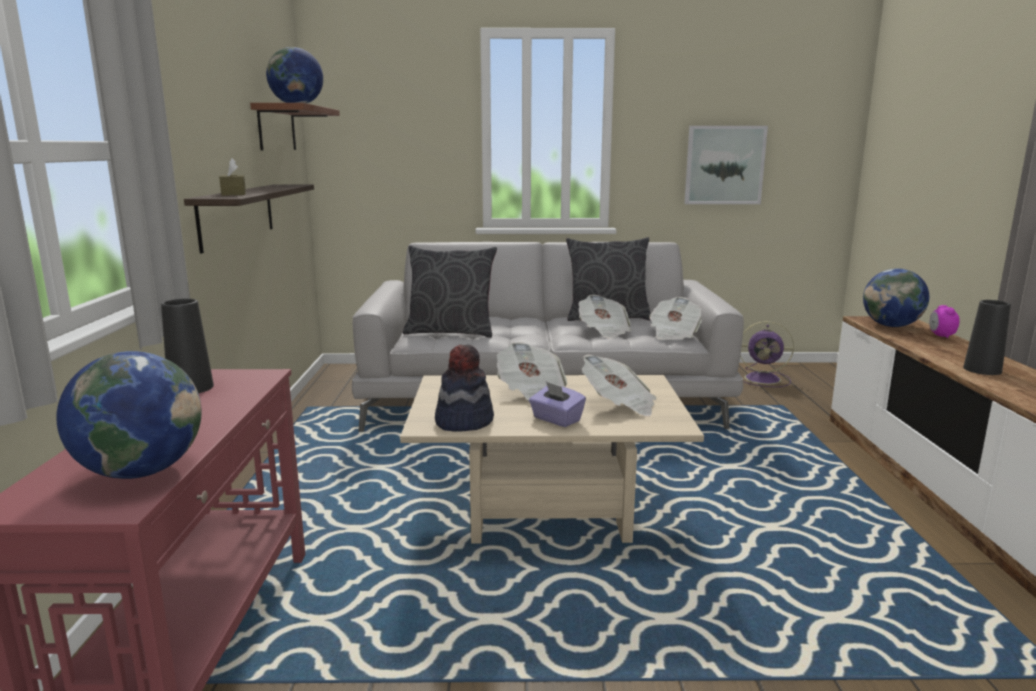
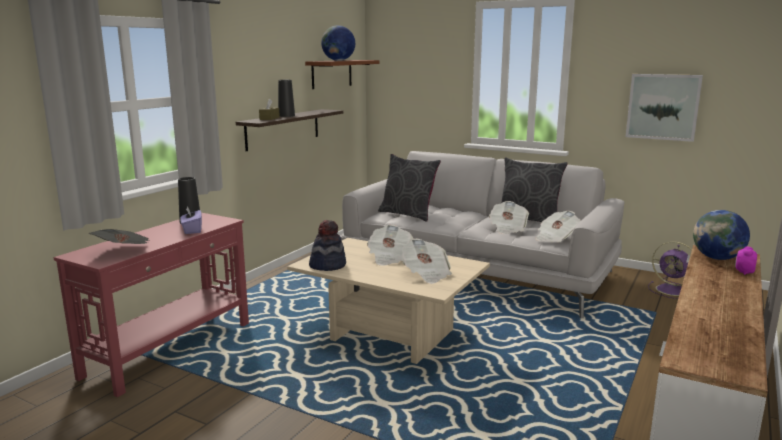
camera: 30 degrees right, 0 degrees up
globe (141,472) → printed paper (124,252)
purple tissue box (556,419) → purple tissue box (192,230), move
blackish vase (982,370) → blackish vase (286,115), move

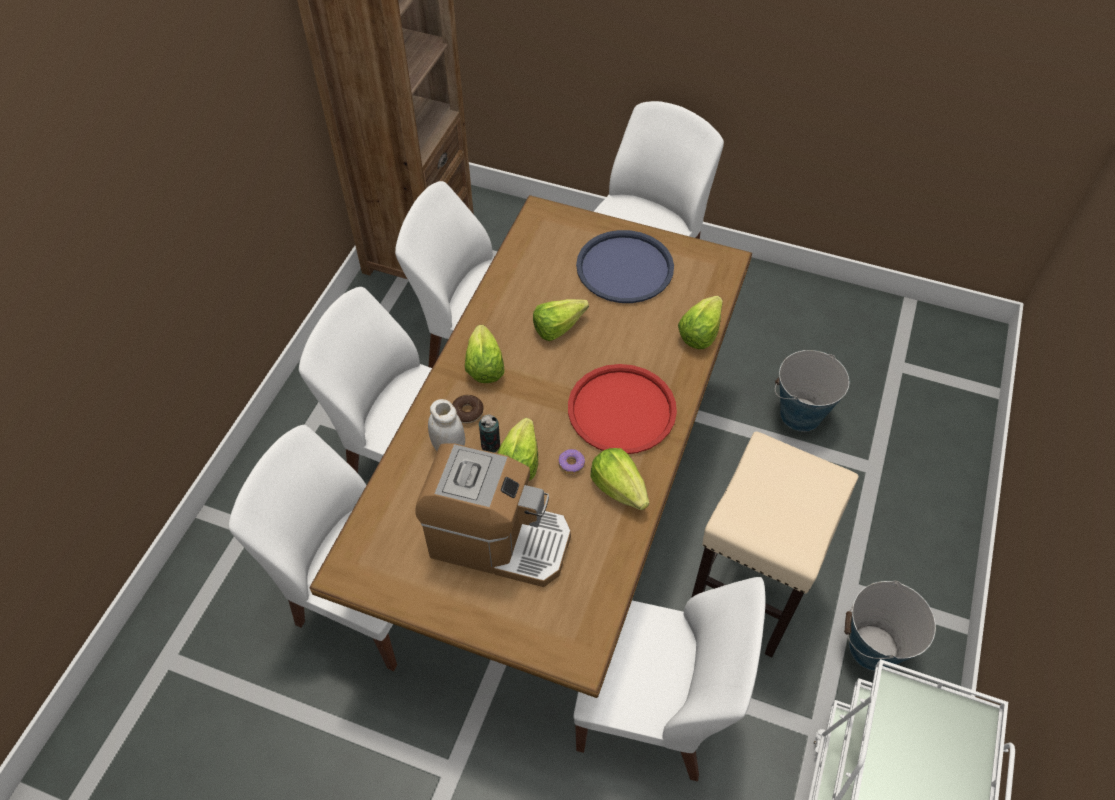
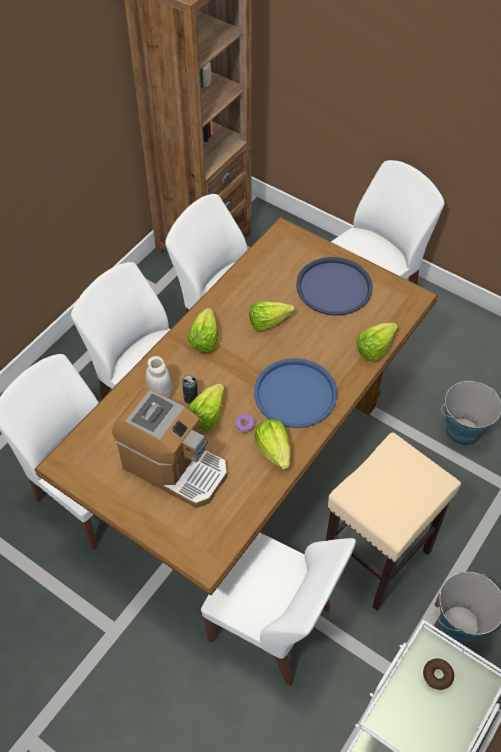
camera: 15 degrees right, 0 degrees up
red-coloured tray (621,410) → blue-coloured tray (295,394)
donut (467,412) → donut (437,676), move

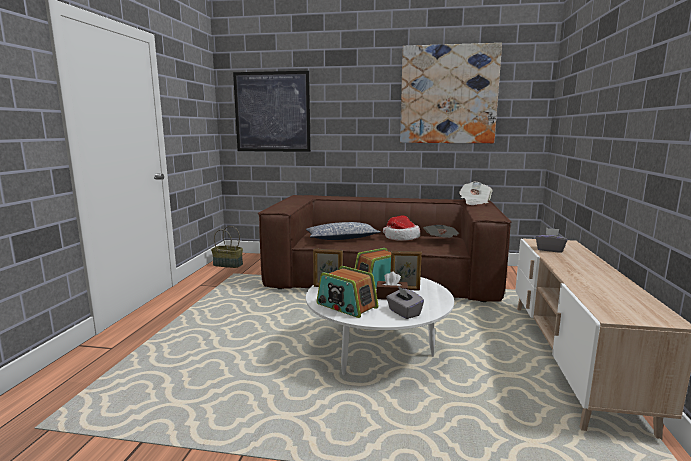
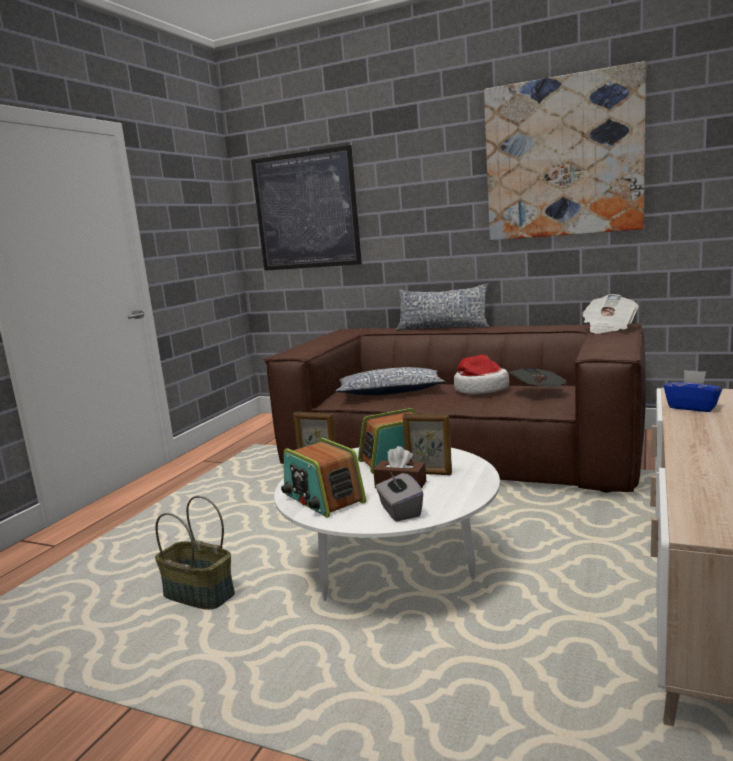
camera: 15 degrees right, 0 degrees up
storage basket (227,265) → storage basket (197,595), move
- → pillow (442,328)
greyish tissue box (550,250) → blue-coloured tissue box (692,407)

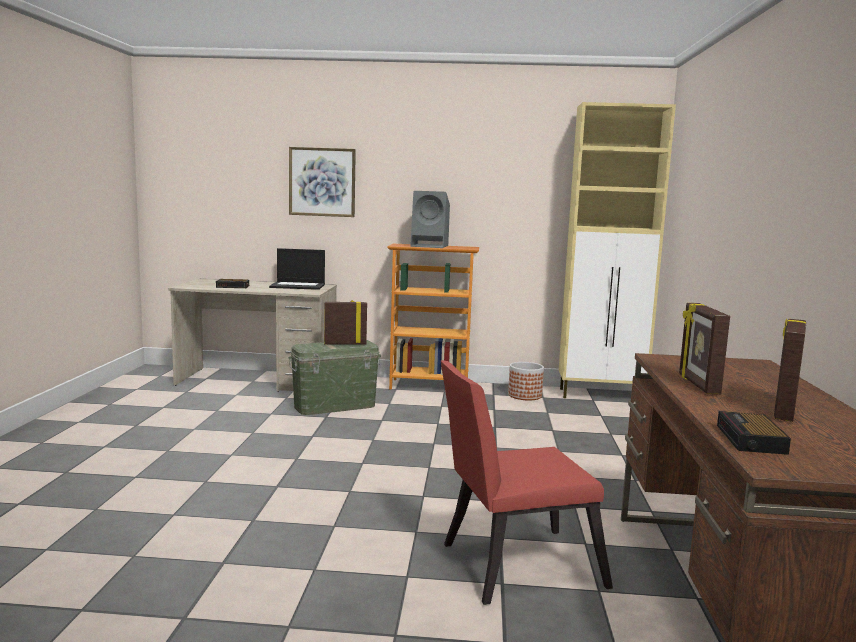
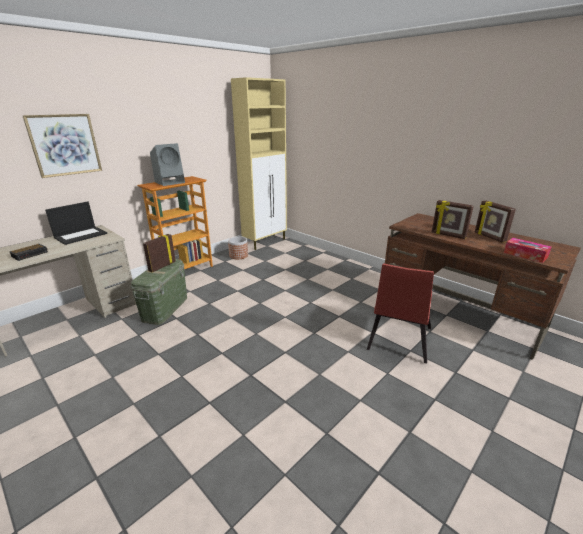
camera: 50 degrees left, 15 degrees up
bedside clock (751,440) → tissue box (525,255)

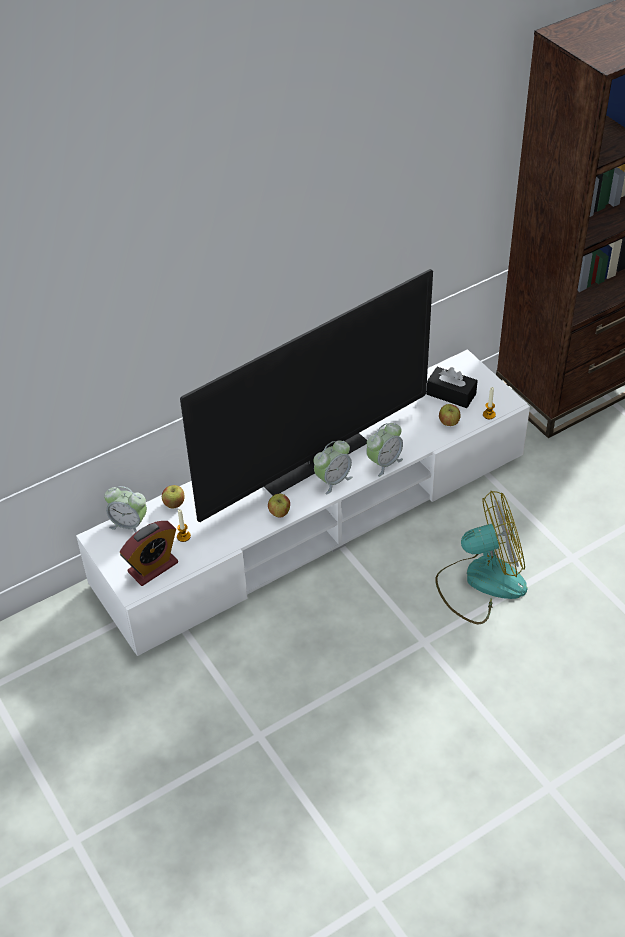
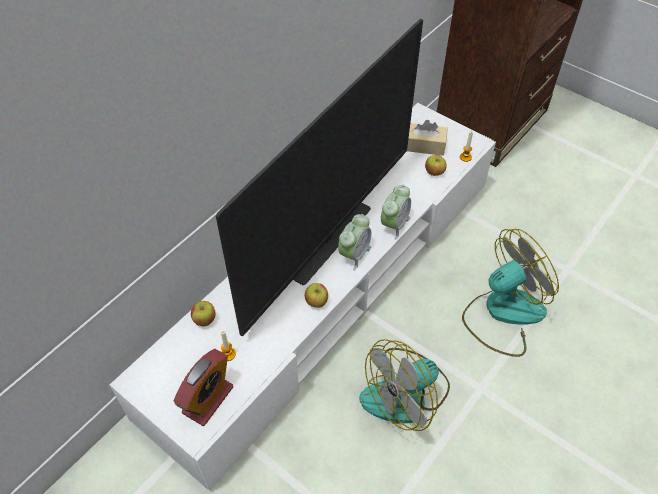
camera: 20 degrees left, 5 degrees up
- → fan (406,394)
blackish tissue box (451,394) → beige-coloured tissue box (423,145)
bedside clock (129,524) → -

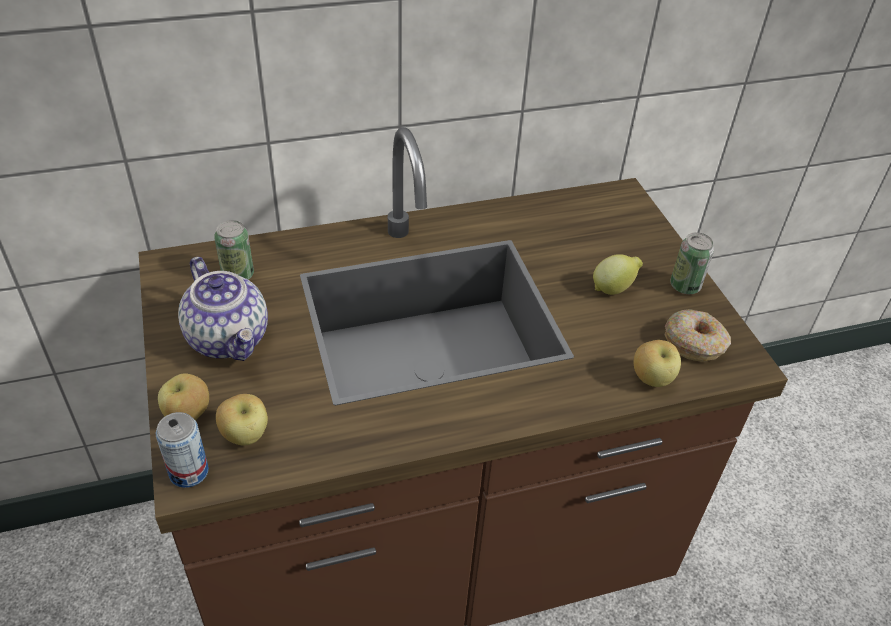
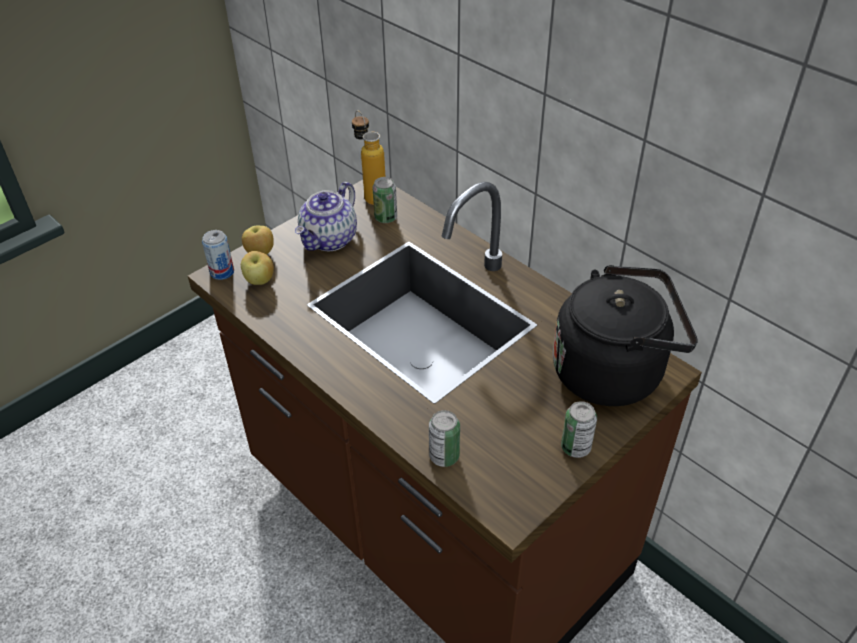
camera: 65 degrees right, 0 degrees up
- → beverage bottle (370,195)
apple (652,379) → metal can (444,456)
- → blackish water kettle (613,371)
lemon (613,289) → -
donut (694,343) → -

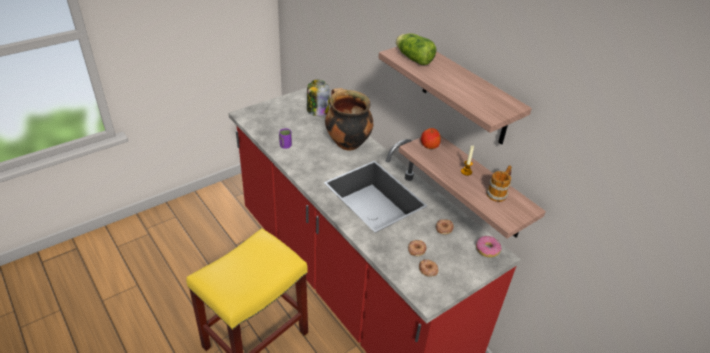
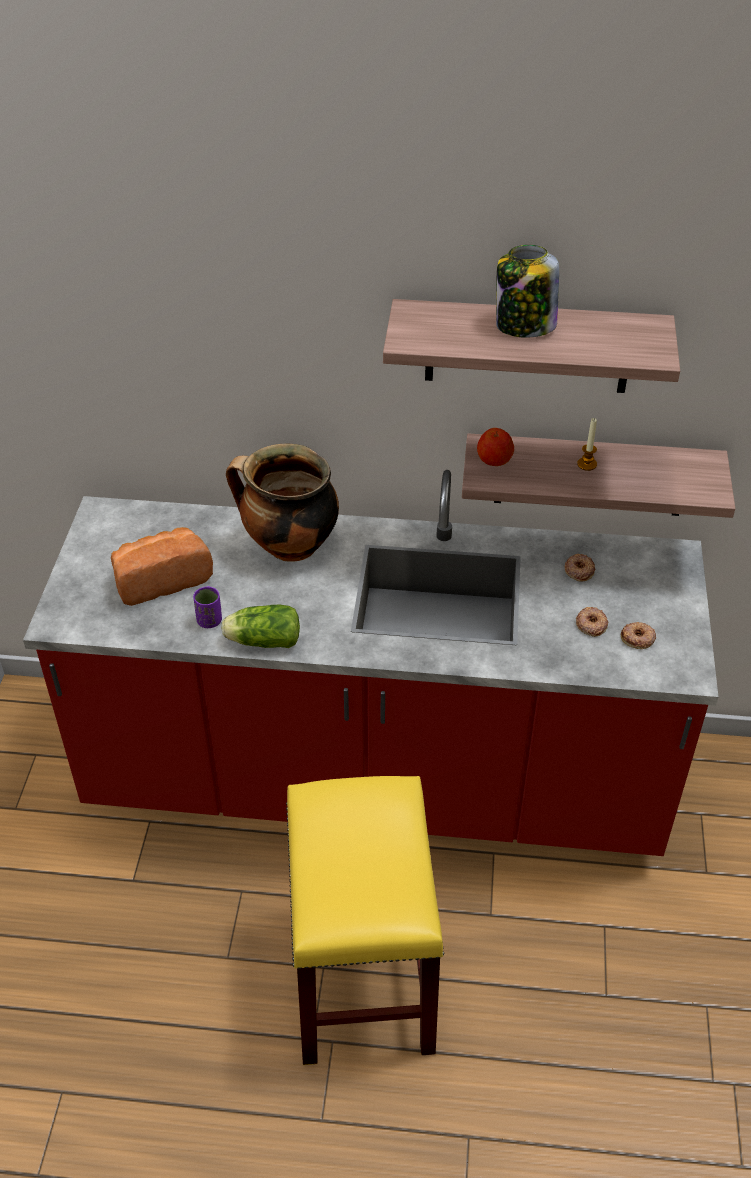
camera: 45 degrees left, 5 degrees up
- → bakery bread (161,579)
lettuce (413,58) → lettuce (261,641), move
storage jar (317,111) → storage jar (524,326), move
donut (487,249) → -
tea mug (498,193) → -

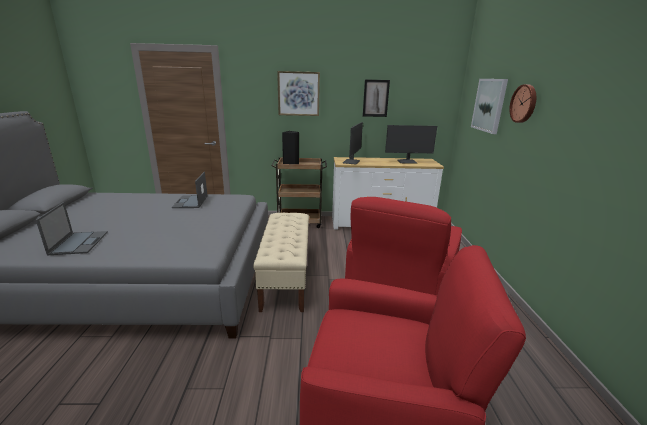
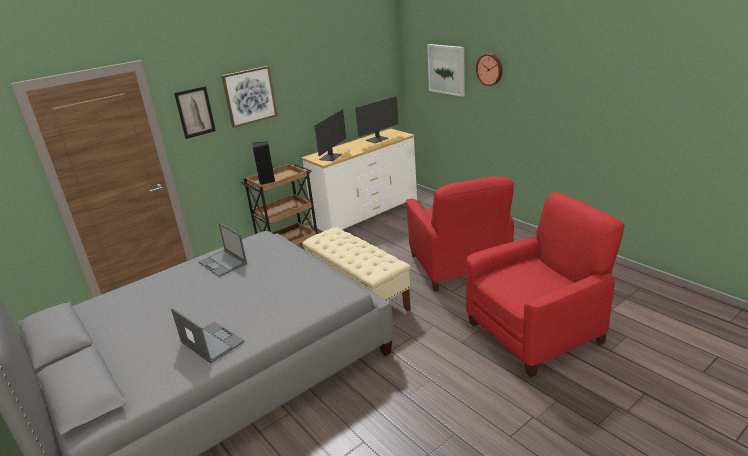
camera: 35 degrees left, 5 degrees up
wall picture (375,98) → wall picture (195,112), move
computer screen (351,162) → computer screen (331,157), 45 degrees clockwise

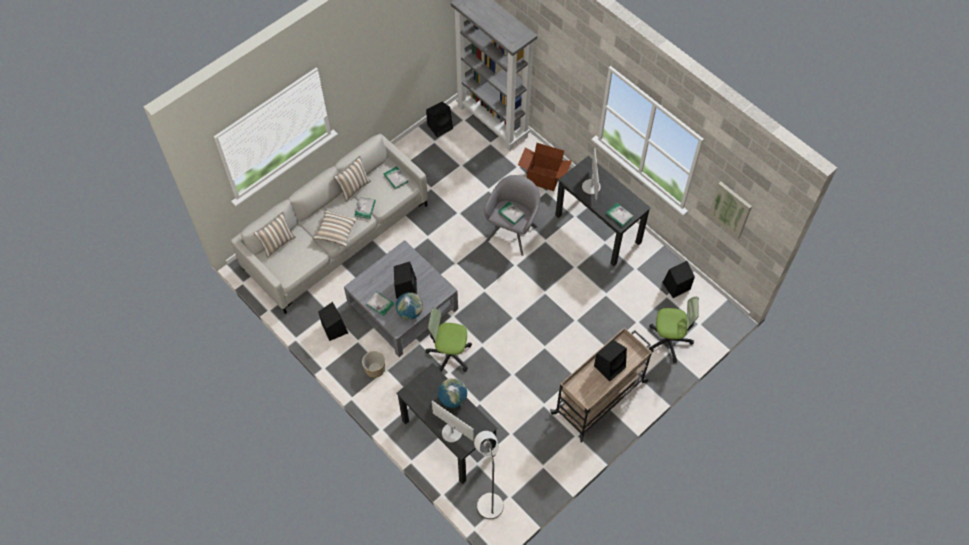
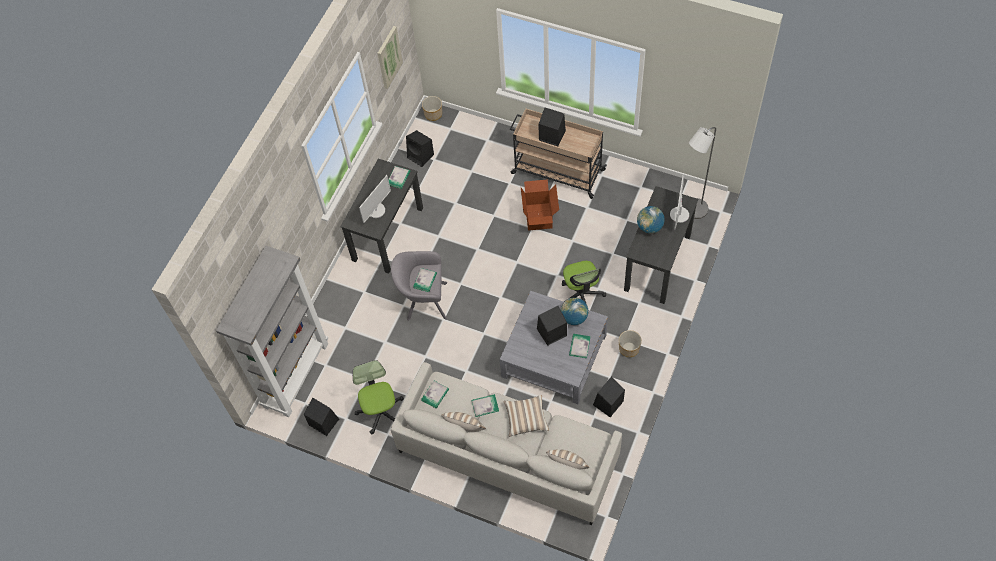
camera: 110 degrees left, 0 degrees up
office chair (669,340) → office chair (381,411), move
computer screen (591,186) → computer screen (376,210), 150 degrees clockwise
- → planter (433,114)
packing box (543,178) → packing box (539,217), move

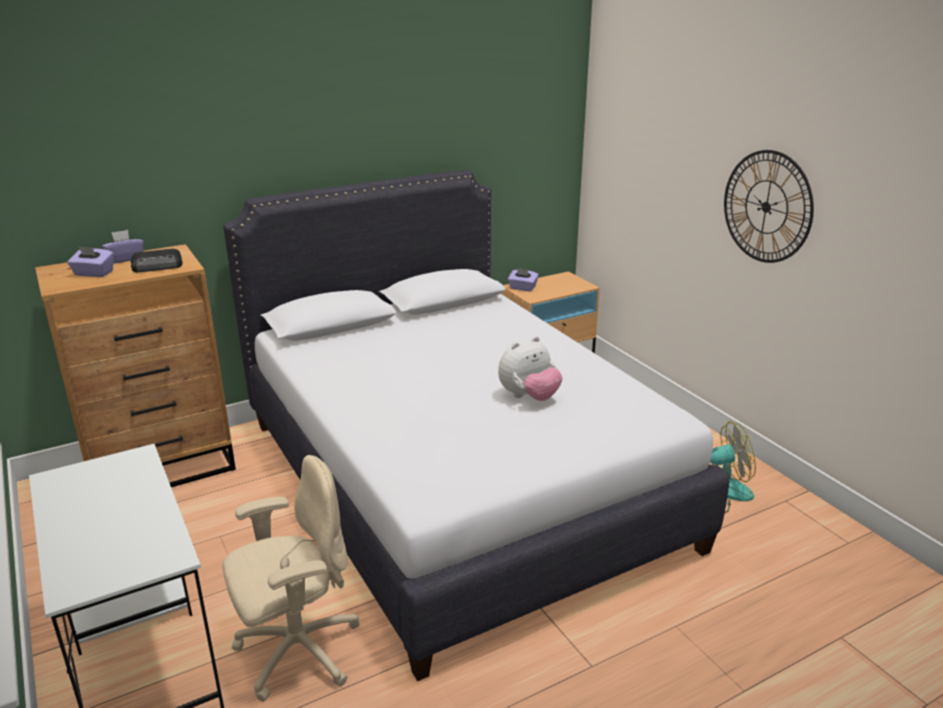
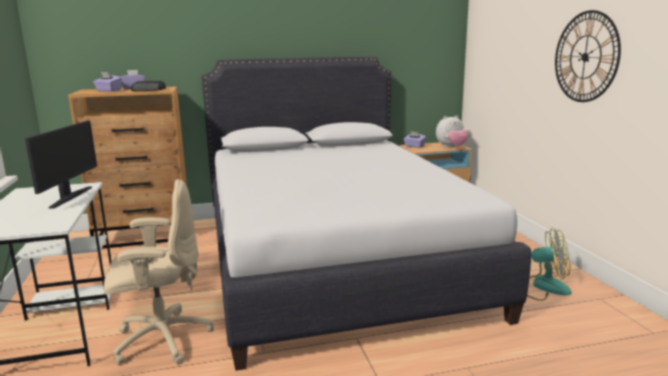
camera: 15 degrees right, 10 degrees down
- → computer screen (69,197)
soft toy (529,397) → soft toy (451,147), move

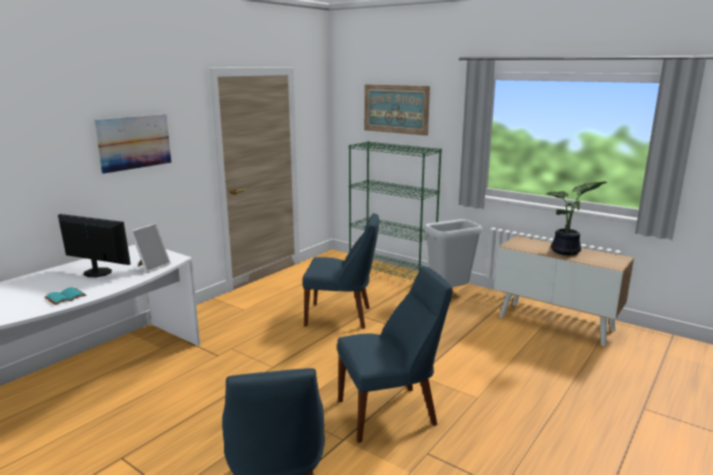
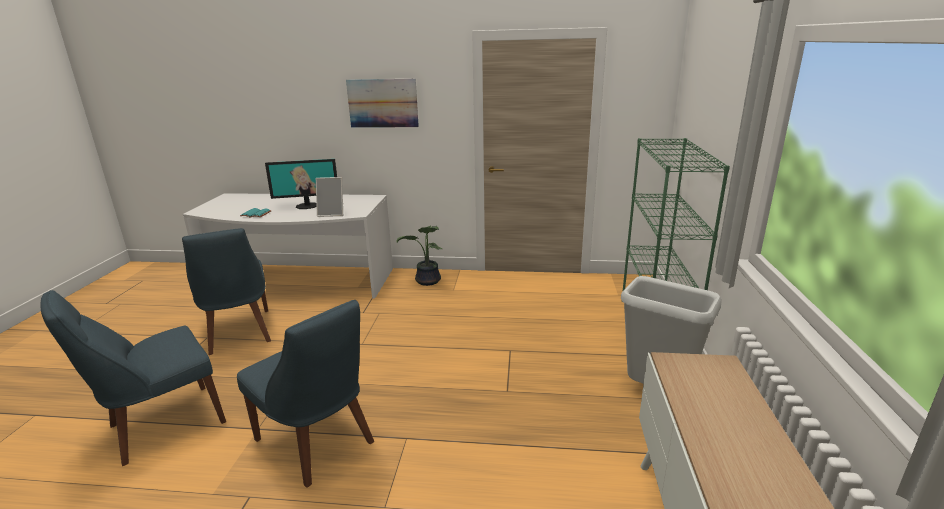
camera: 60 degrees right, 5 degrees up
blue-coloured upright chair (341,316) → blue-coloured upright chair (239,333), move
computer screen (97,273) → computer screen (307,206), 90 degrees clockwise
plant in a pot (567,252) → plant in a pot (427,281), move
wall picture (396,109) → -

